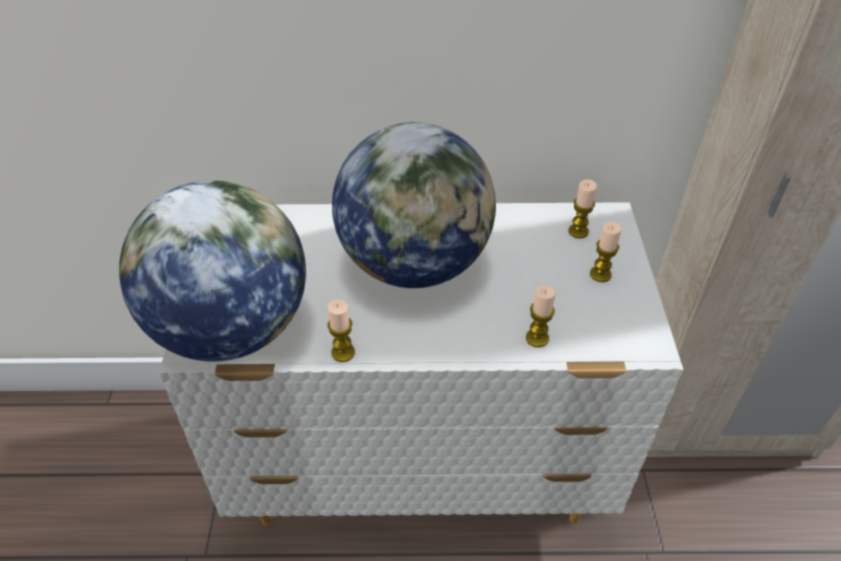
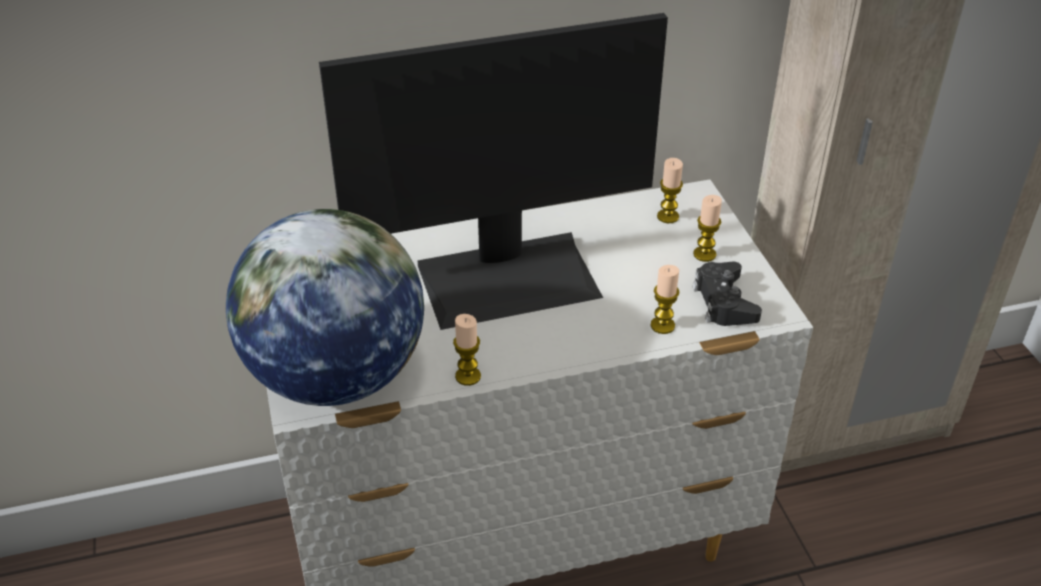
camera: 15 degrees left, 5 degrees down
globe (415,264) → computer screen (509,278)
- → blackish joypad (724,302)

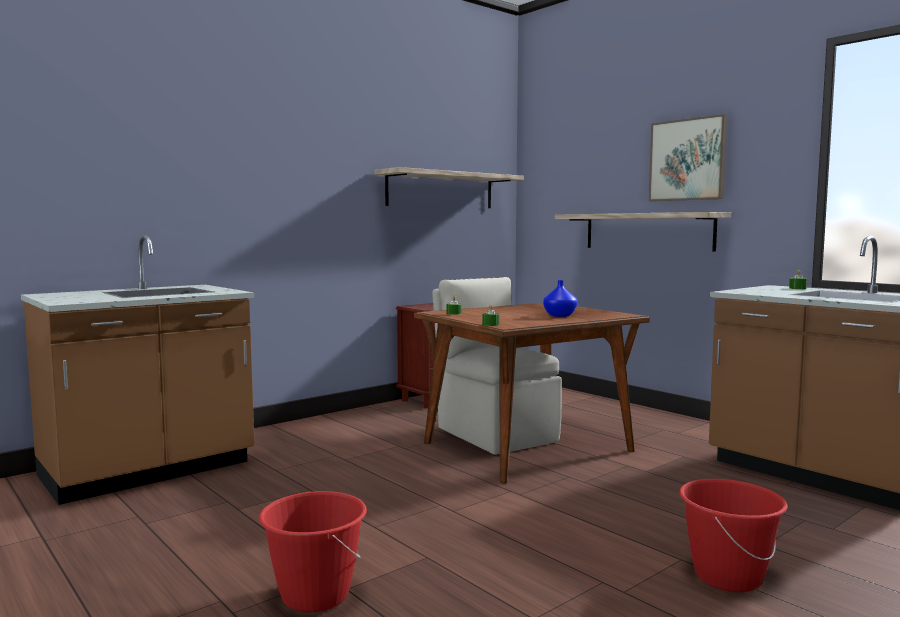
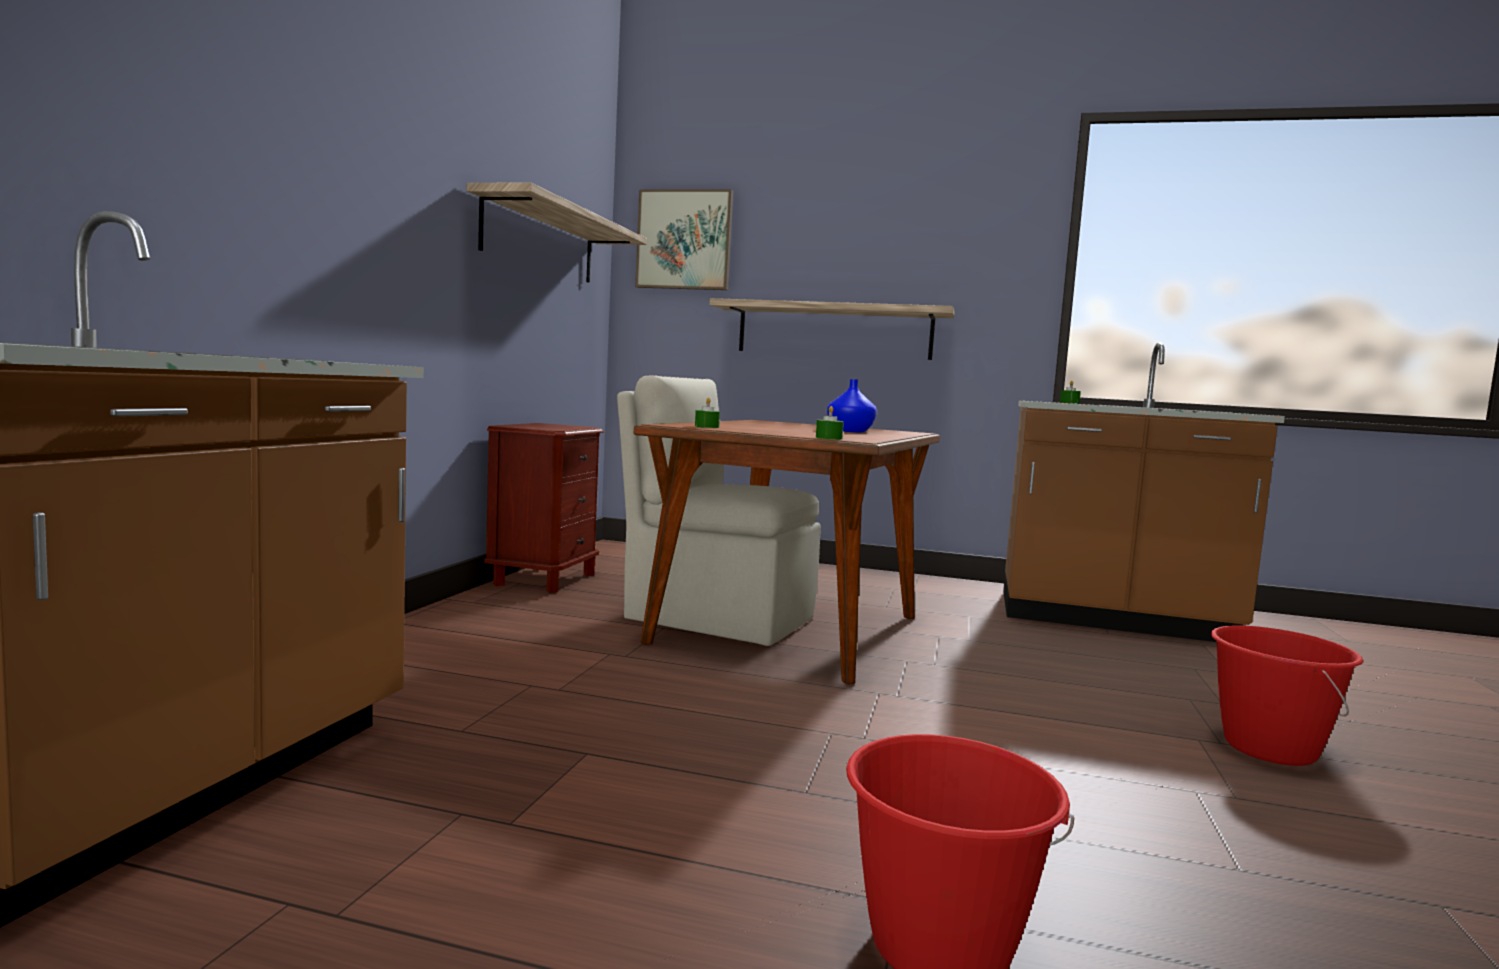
camera: 35 degrees left, 0 degrees up
wall picture (687,160) → wall picture (684,240), move

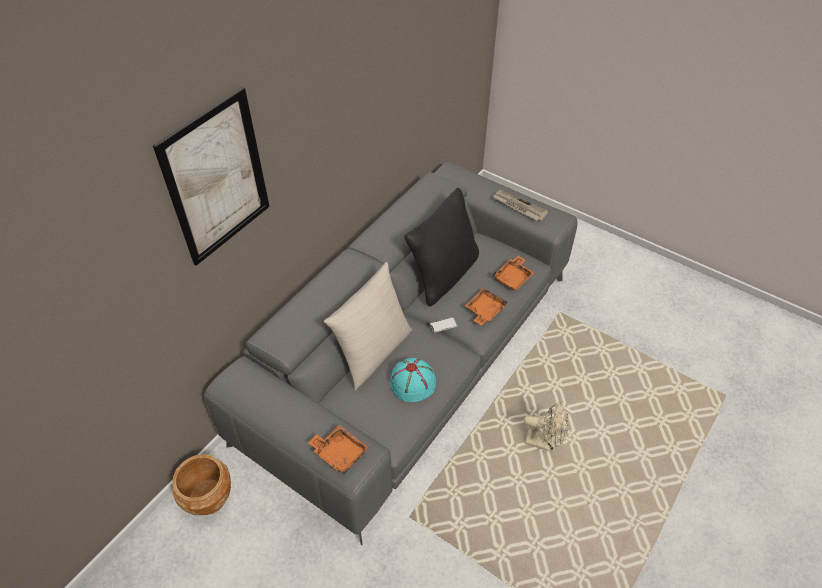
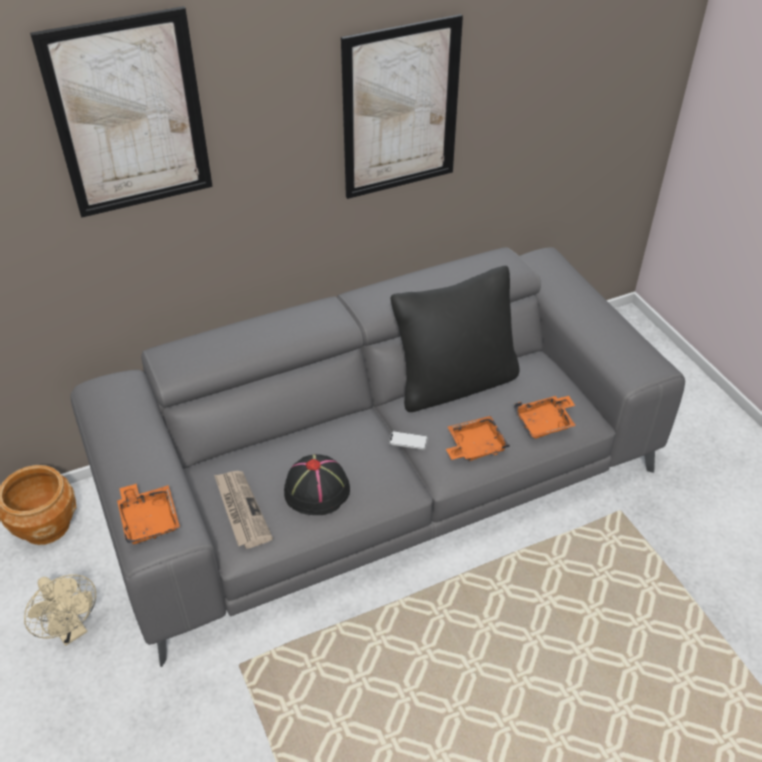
camera: 30 degrees right, 5 degrees down
beige-coloured fan (544,442) → beige-coloured fan (71,630), move
printed paper (518,207) → printed paper (241,510), move
blue-green hat (413,382) → blackish hat (317,490)
- → wall picture (400,109)
beige-coloured pillow (373,352) → -

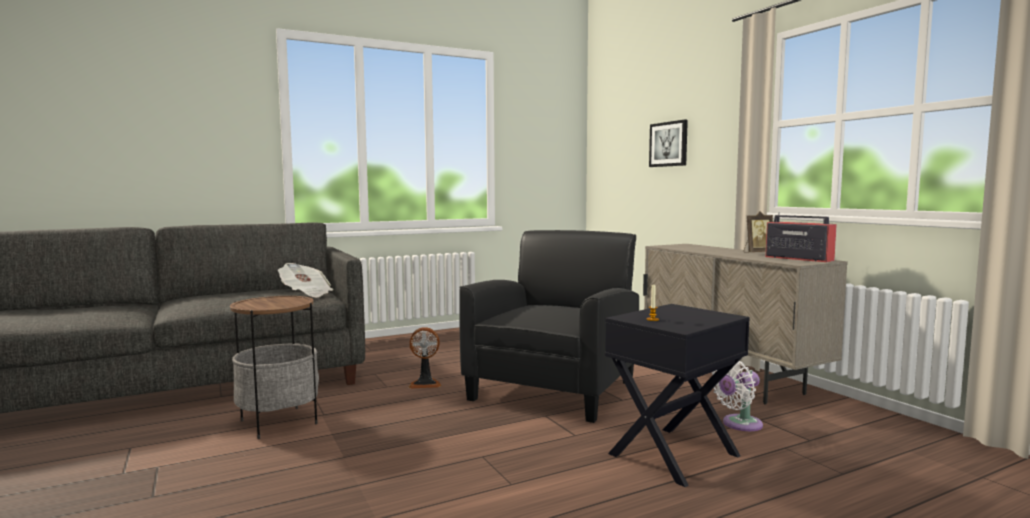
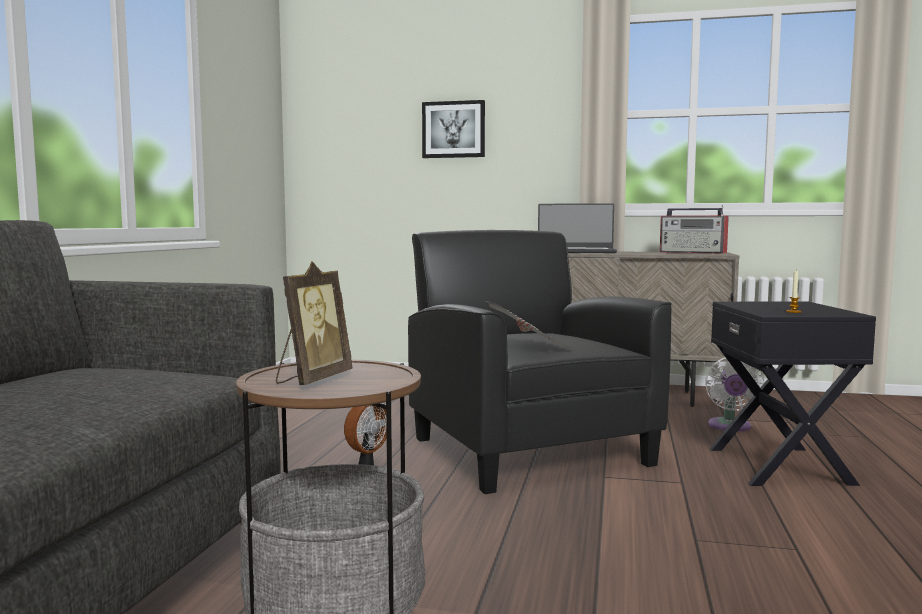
camera: 50 degrees left, 0 degrees up
photo frame (757,253) → photo frame (312,380), move
printed paper (306,294) → printed paper (528,348), move
- → portable computer (575,251)
radio receiver (798,258) → radio receiver (693,252), 150 degrees counterclockwise

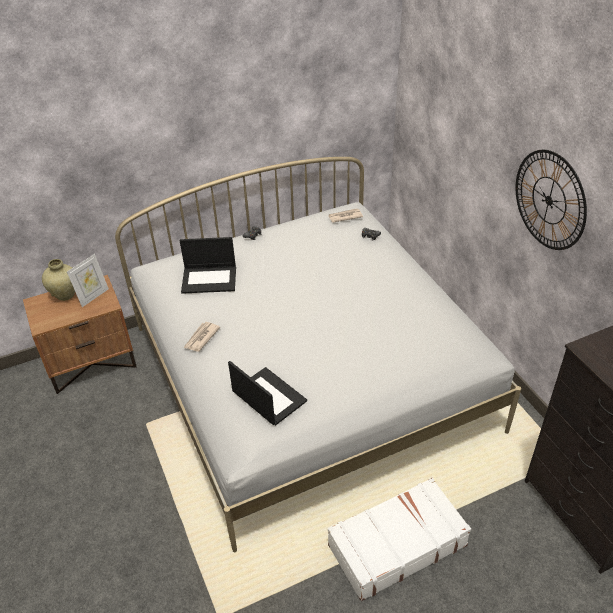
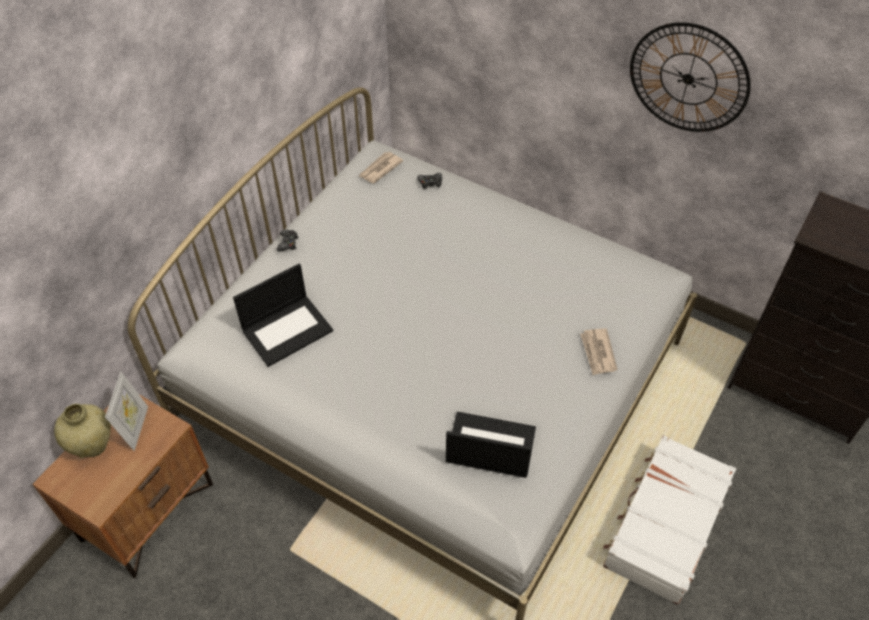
camera: 35 degrees left, 10 degrees up
printed paper (201,338) → printed paper (598,353), move

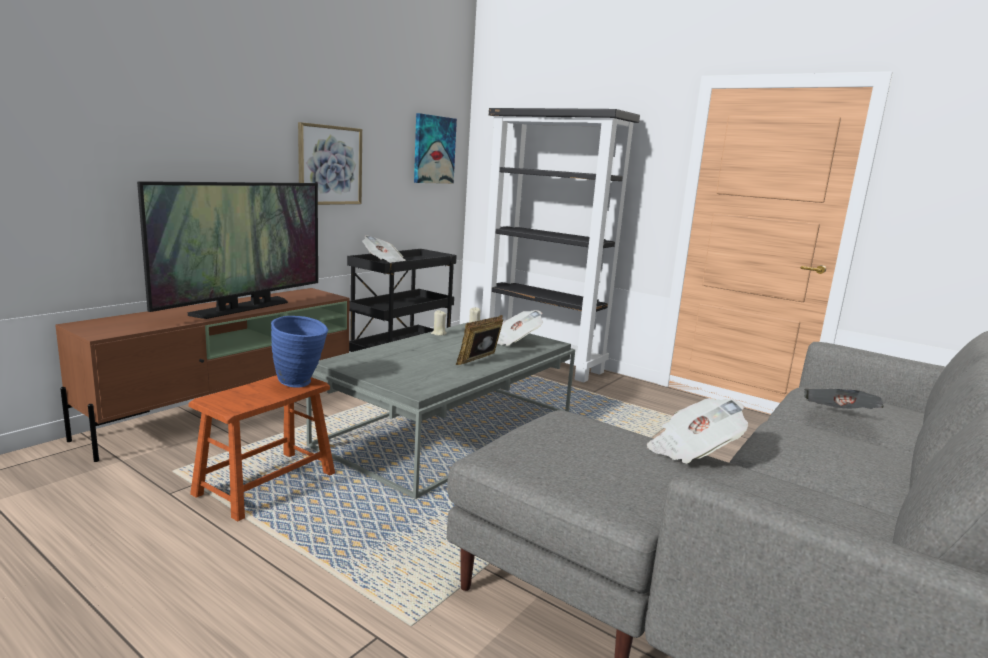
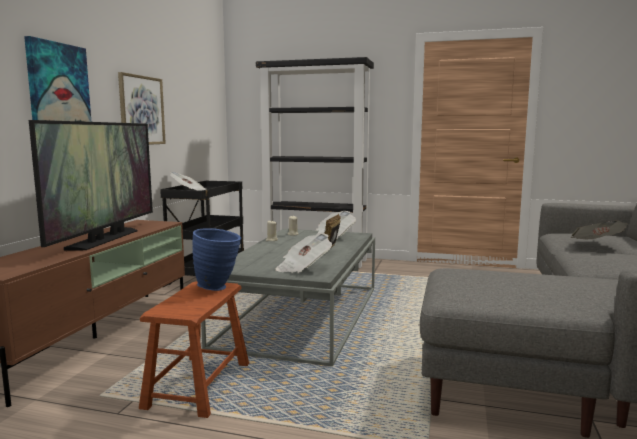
camera: 20 degrees left, 5 degrees down
wall picture (434,150) → wall picture (58,87), move
printed paper (692,451) → printed paper (303,268), move

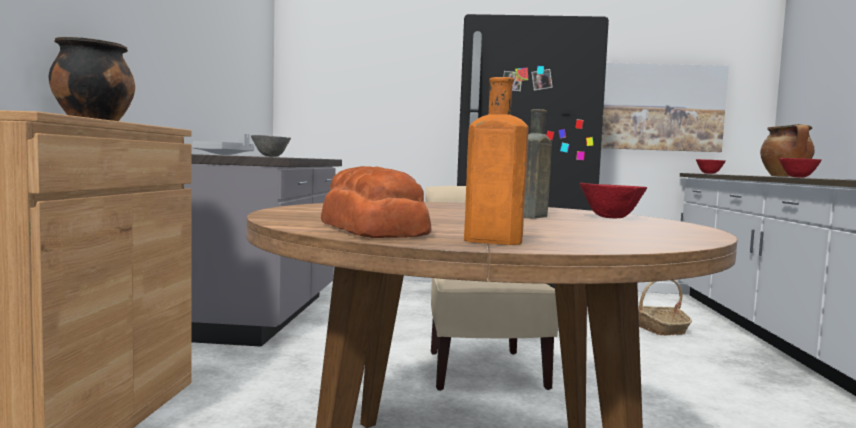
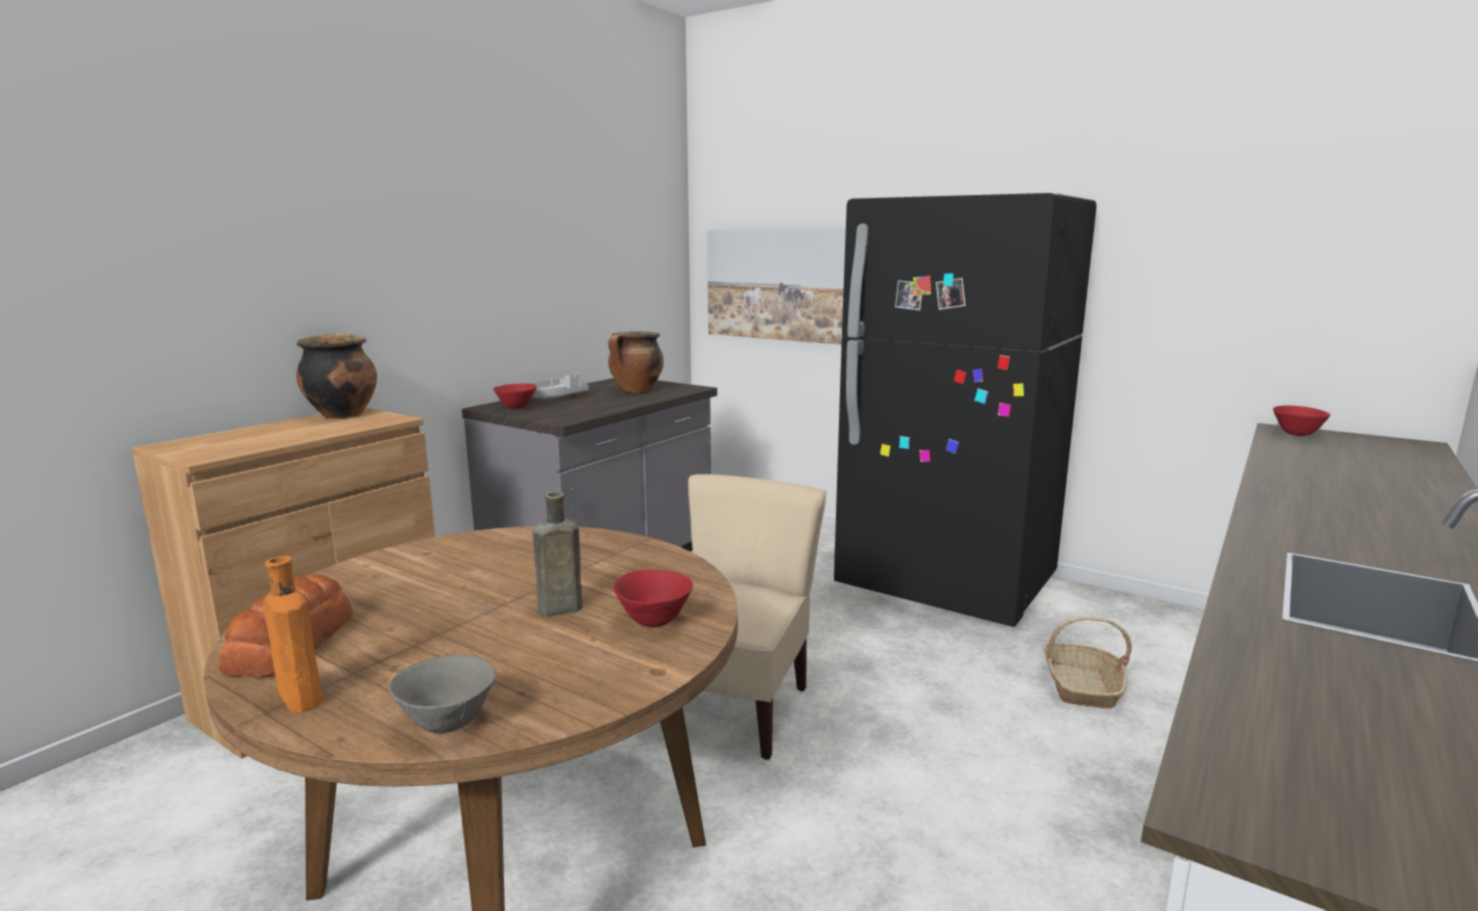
camera: 30 degrees right, 10 degrees up
greyish deep dish (271,156) → greyish deep dish (449,724), move
red-coloured deep dish (798,177) → red-coloured deep dish (516,408), move
saucepot (785,176) → saucepot (636,391), move
wall picture (657,107) → wall picture (777,284), move

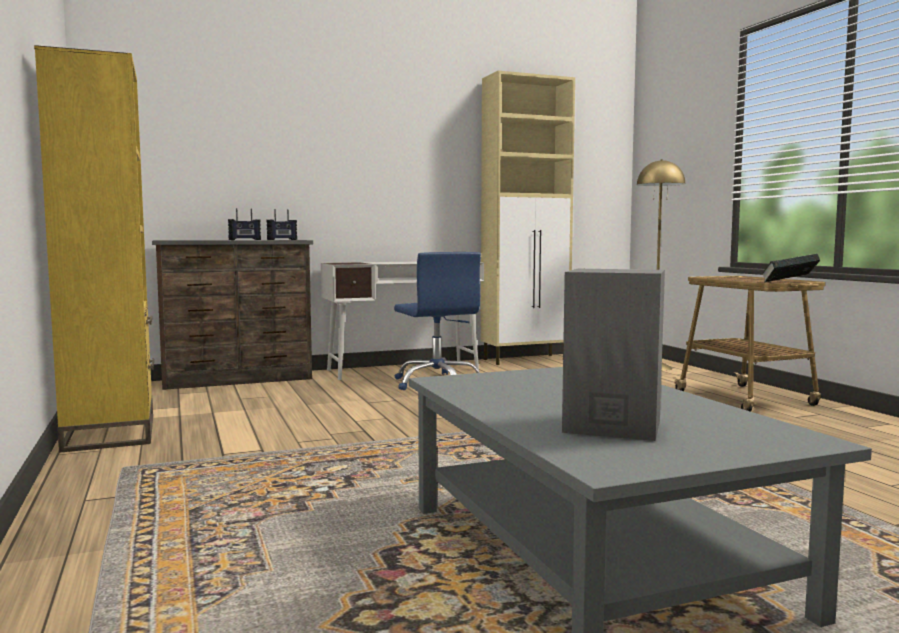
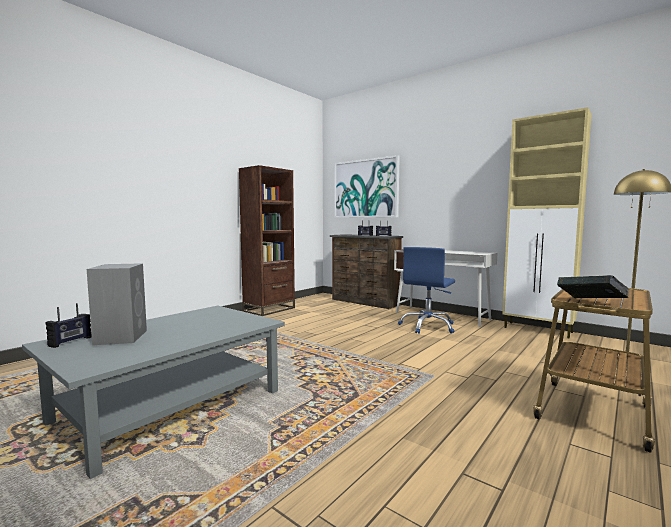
camera: 60 degrees right, 0 degrees up
- → radio receiver (70,342)
yellowish shelving unit (111,433) → brownish shelving unit (269,309)
- → wall picture (365,189)

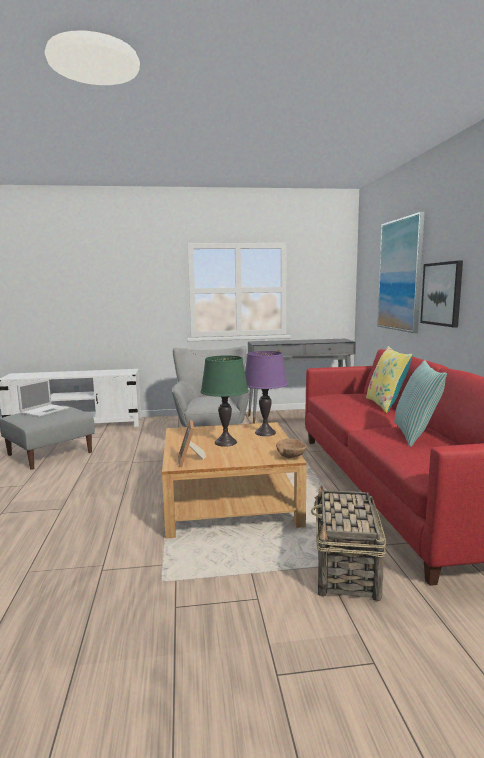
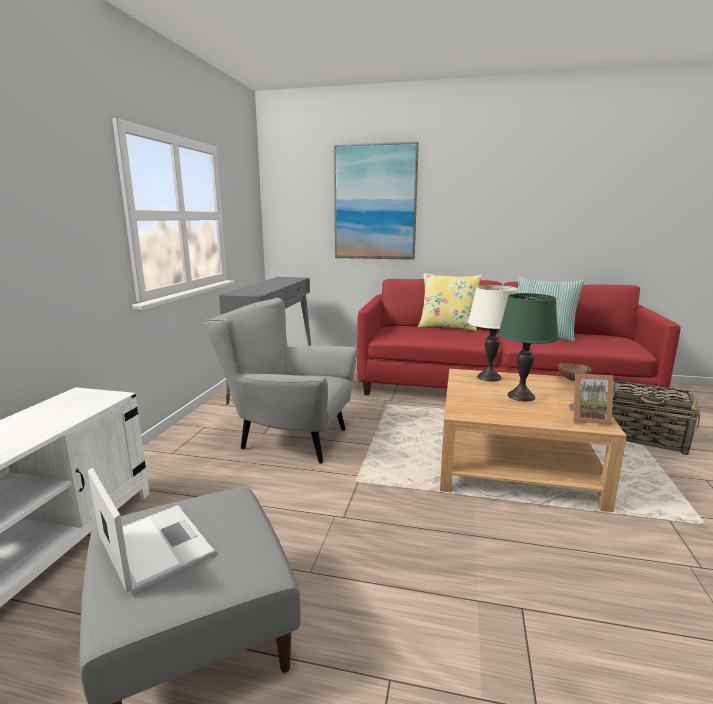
camera: 70 degrees left, 5 degrees up
purple table lamp (265,433) → white-coloured table lamp (489,377)
wall picture (442,294) → -

